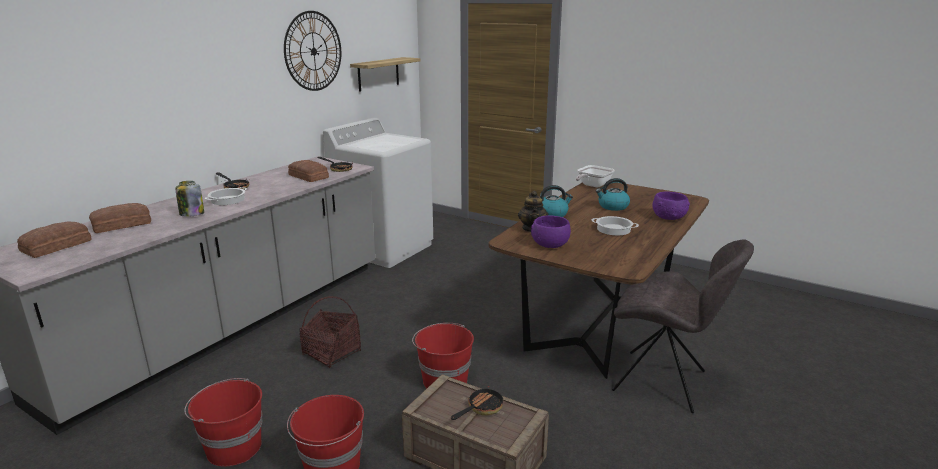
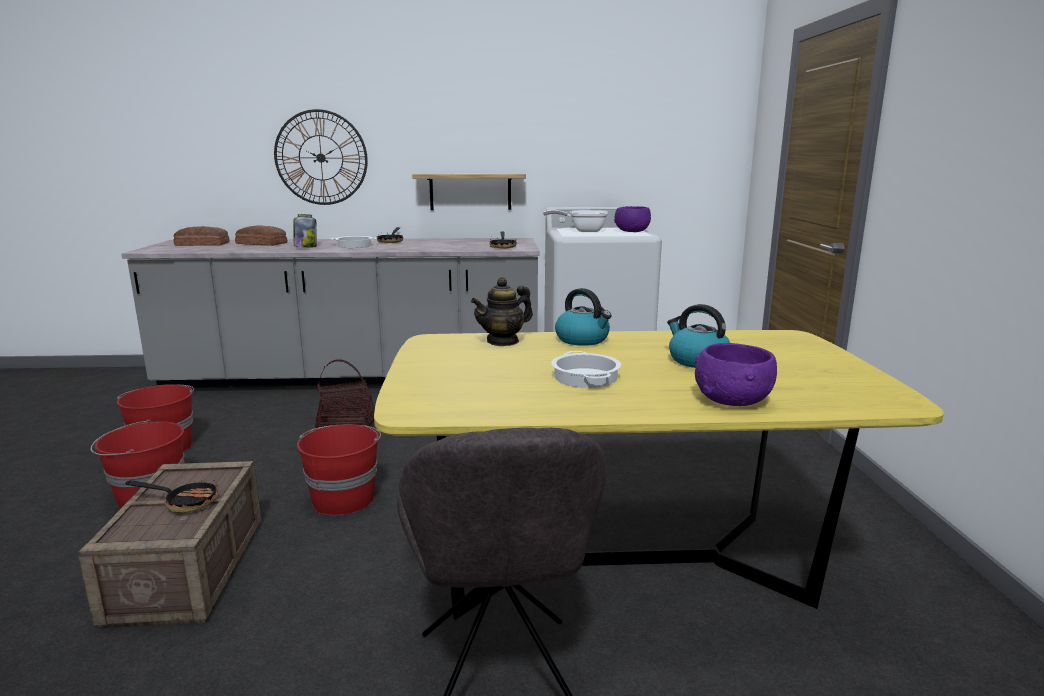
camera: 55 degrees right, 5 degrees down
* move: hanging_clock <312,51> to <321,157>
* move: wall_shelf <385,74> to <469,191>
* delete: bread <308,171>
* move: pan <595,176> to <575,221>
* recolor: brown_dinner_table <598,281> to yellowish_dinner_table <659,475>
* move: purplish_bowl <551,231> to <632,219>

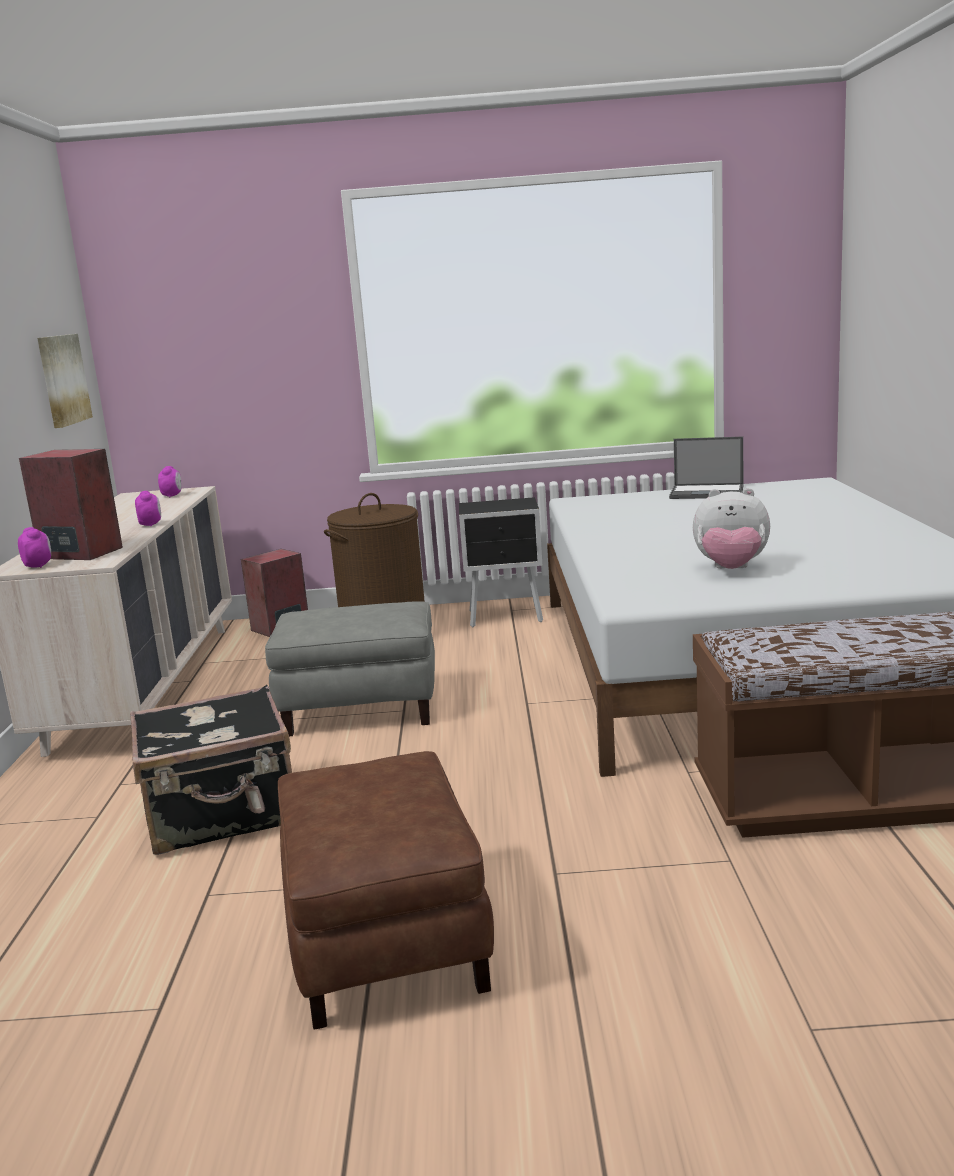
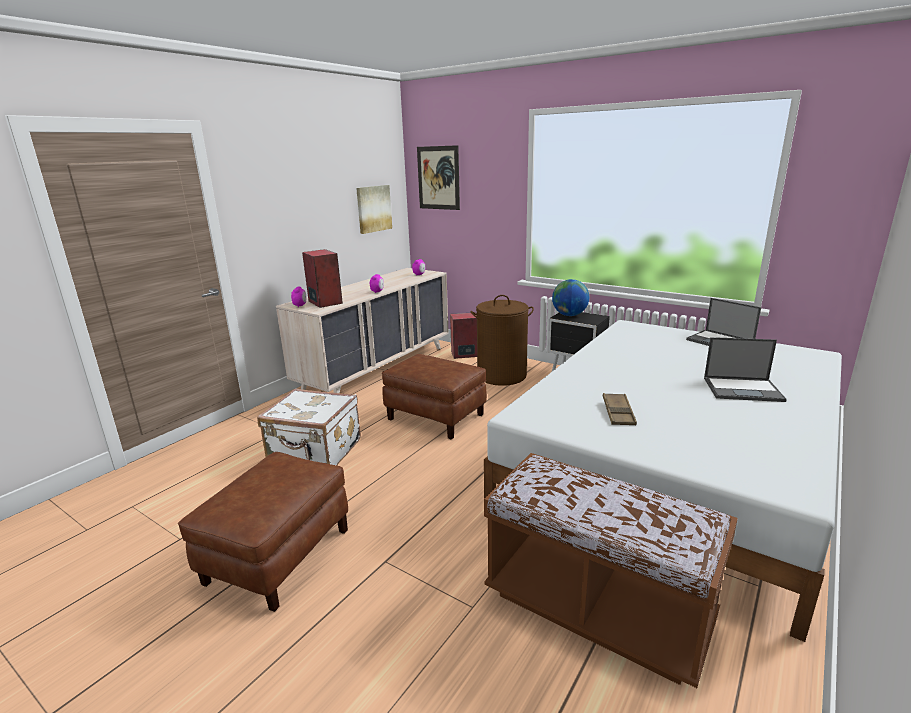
camera: 35 degrees right, 5 degrees up
* replace: cuddly_toy <731,528> to brown_carrying_tray <620,409>
* recolor: gray_footrest <350,668> to brown_footrest <434,397>
* recolor: black-coloured_piece_of_luggage <211,770> to white_piece_of_luggage <309,426>
* insert: picture <438,177>
* insert: world_globe <570,297>
* insert: laptop <745,369>

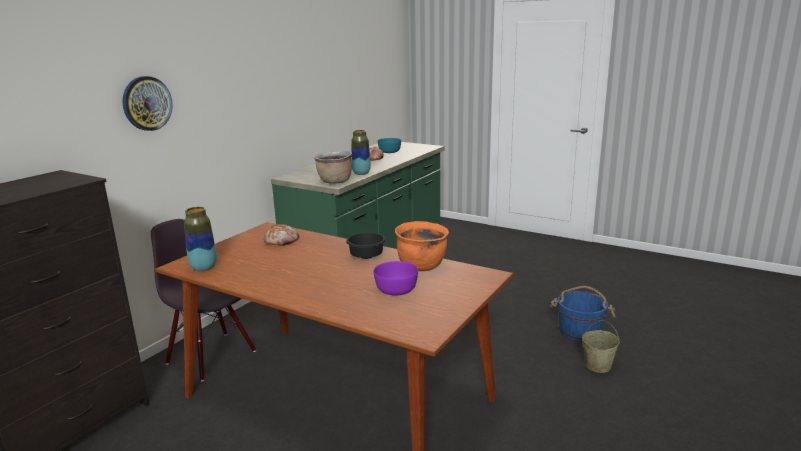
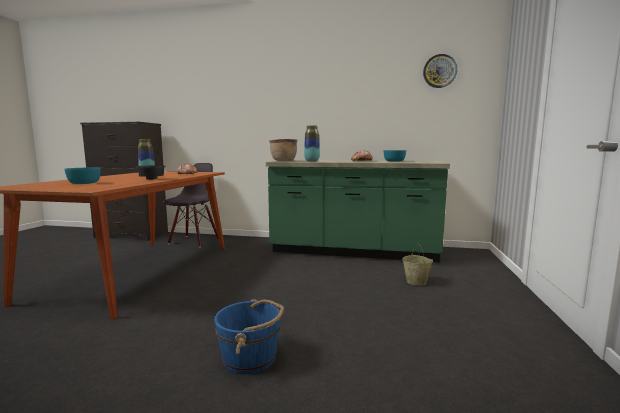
camera: 70 degrees right, 10 degrees down
* move: hanging_clock <147,103> to <440,71>
* delete: orange-coloured_stockpot <422,246>
* recolor: purplish_bowl <396,278> to turquoise-coloured_bowl <82,175>
* move: beige-coloured_water_bucket <601,346> to <417,264>

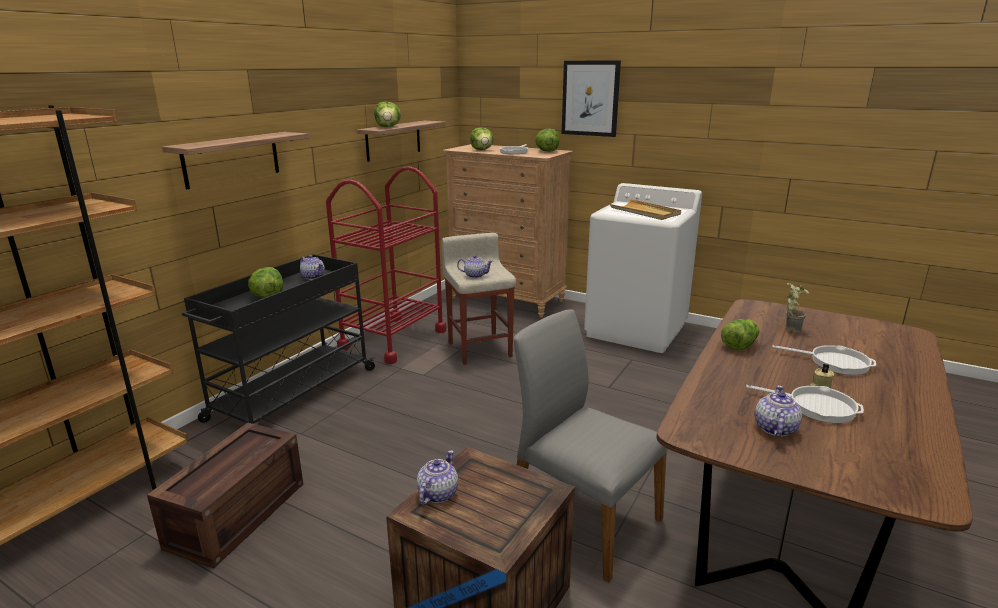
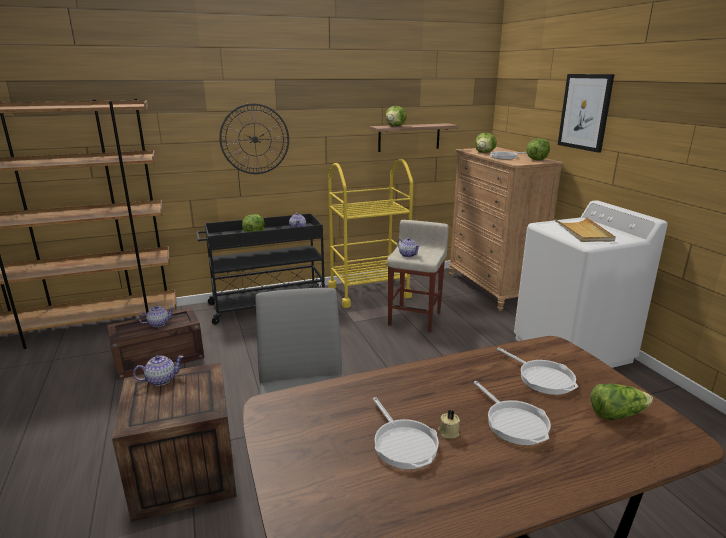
camera: 40 degrees right, 0 degrees up
* replace: wall_shelf <235,160> to hanging_clock <254,138>
* recolor: red-coloured_trolley <386,265> to yellowish_trolley <370,233>
* replace: houseplant <797,308> to pan <537,371>
* move: lettuce_head <740,335> to <621,402>
* move: teapot <778,411> to <156,316>

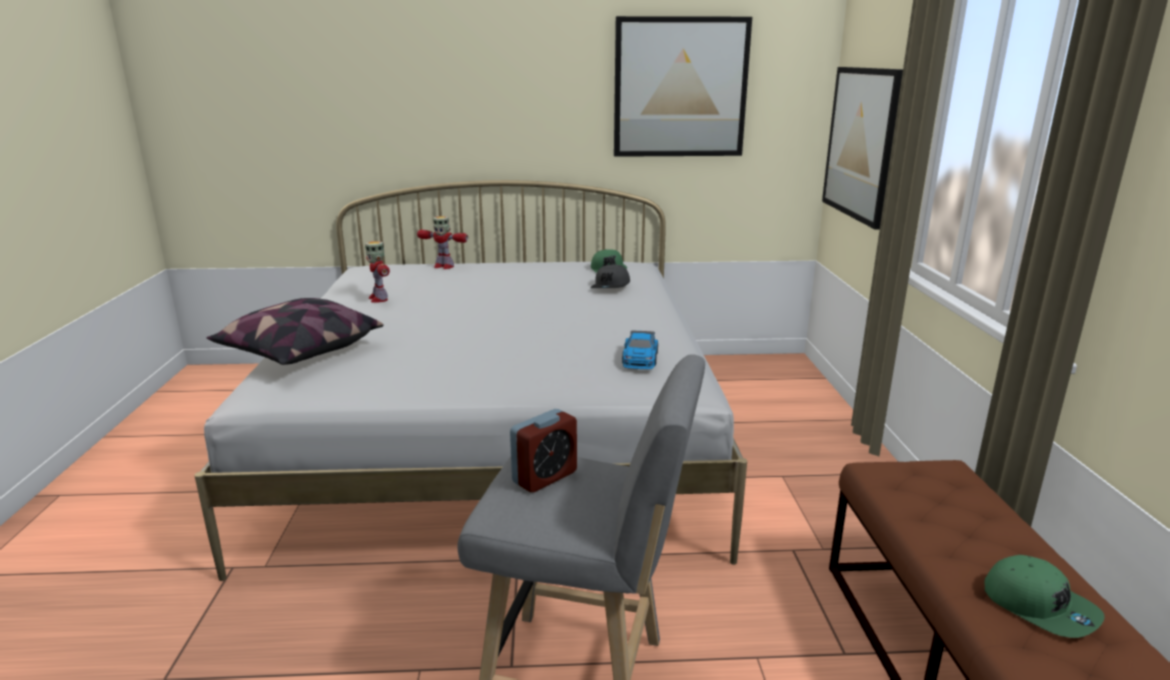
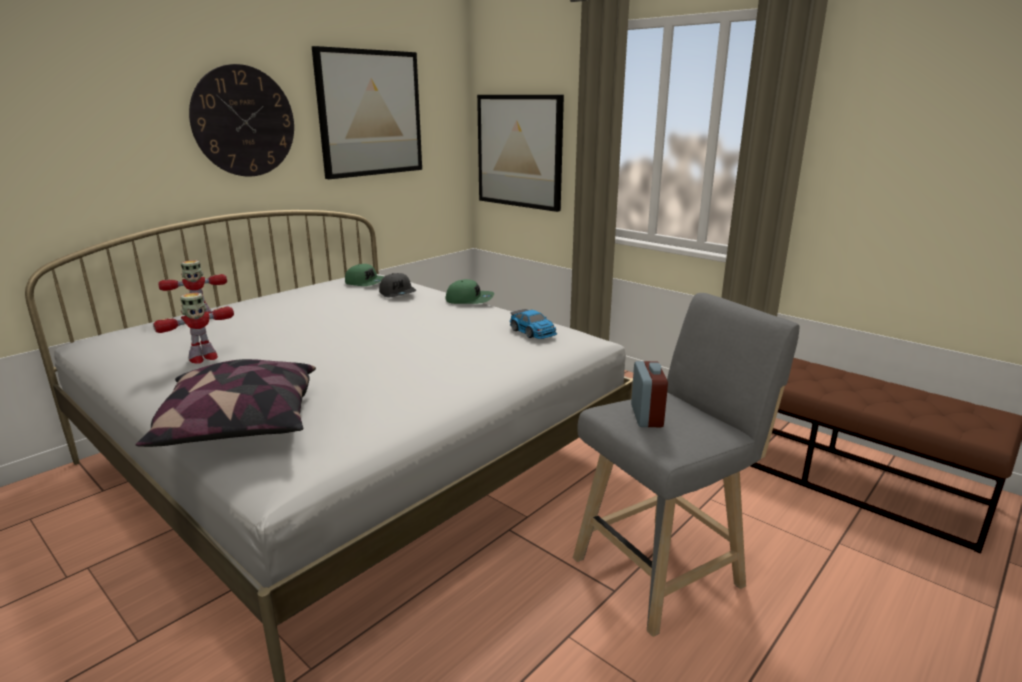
camera: 45 degrees left, 0 degrees up
* rotate: toy_robot <377,272> = <193,328> 60 degrees counterclockwise
* move: greenish_baseball_cap <1044,596> to <469,291>
* insert: hanging_clock <241,120>

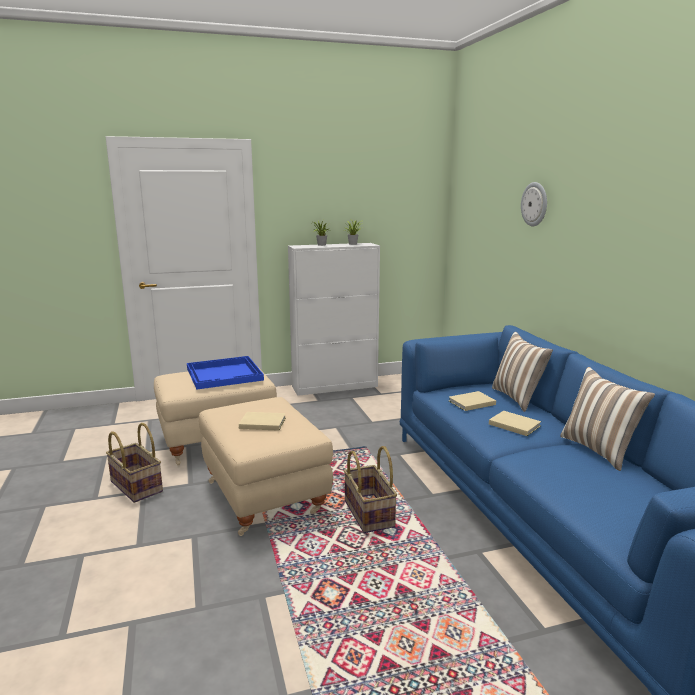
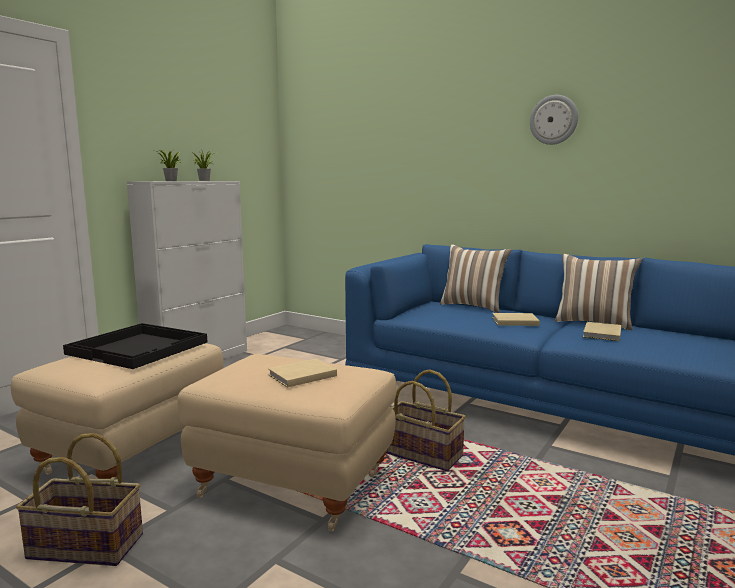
camera: 40 degrees left, 5 degrees down
* move: hanging_clock <534,204> to <554,120>
* recolor: blue_carrying_tray <225,373> to black-coloured_carrying_tray <135,346>
* move: beige-coloured_book <472,401> to <602,331>

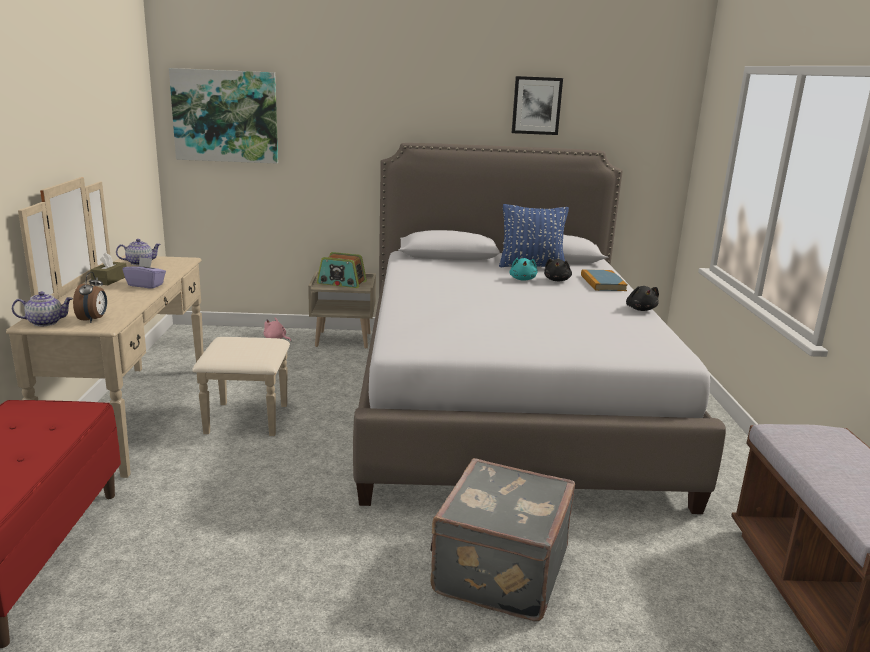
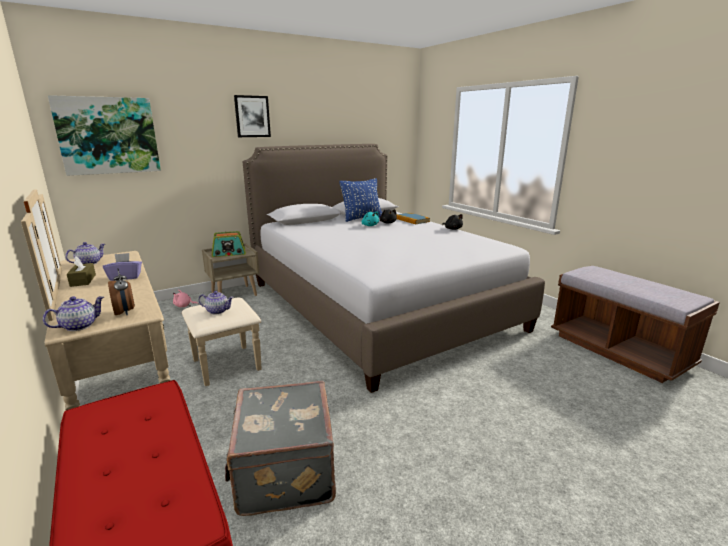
camera: 30 degrees left, 0 degrees up
* move: picture <537,105> to <252,116>
* move: gray_piece_of_luggage <502,539> to <280,448>
* insert: teapot <216,303>

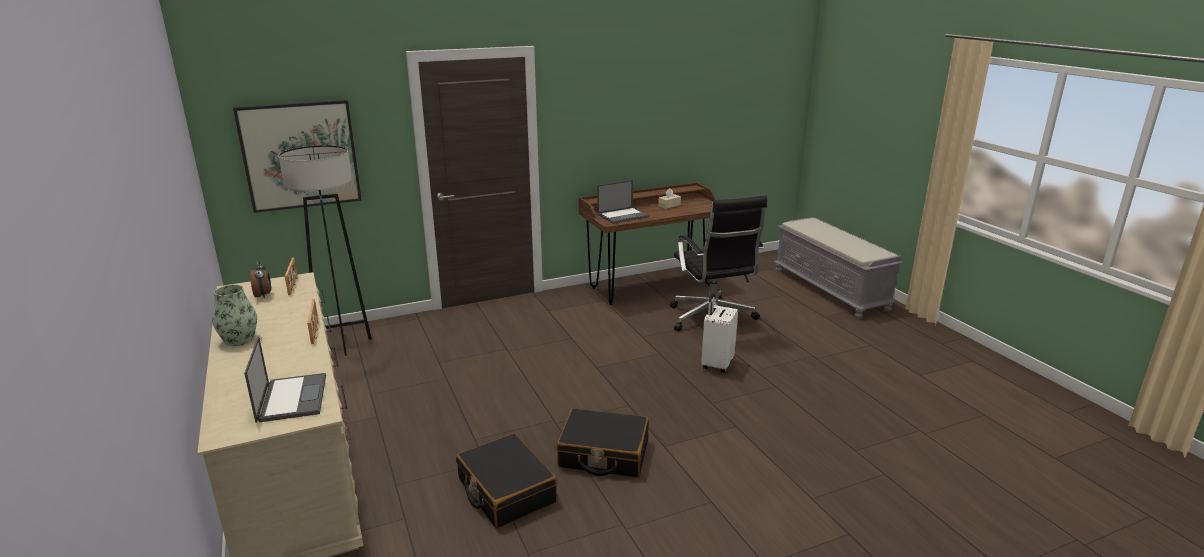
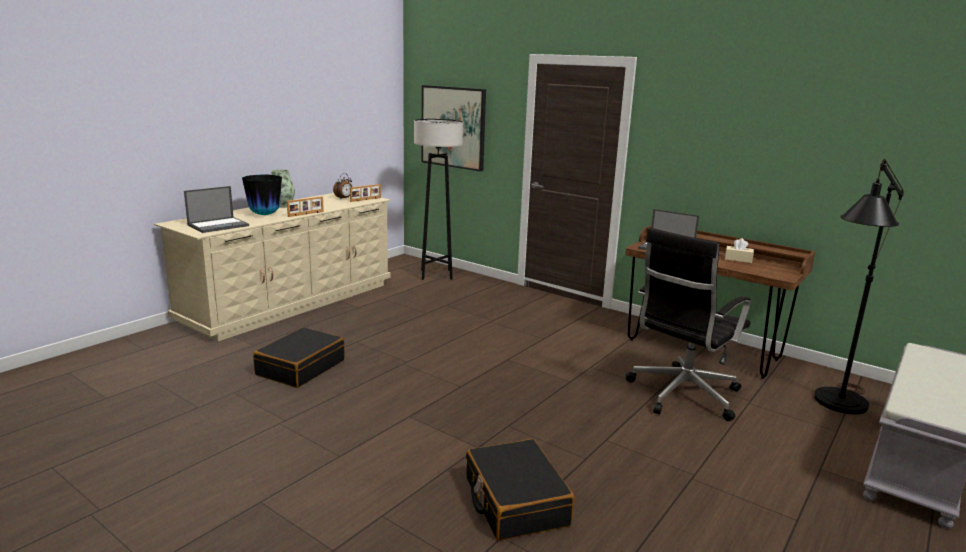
camera: 60 degrees right, 5 degrees down
* delete: white_piece_of_luggage <719,333>
* move: black-coloured_piece_of_luggage <602,443> to <520,490>
* insert: black-coloured_floor_lamp <859,286>
* insert: vase <262,195>

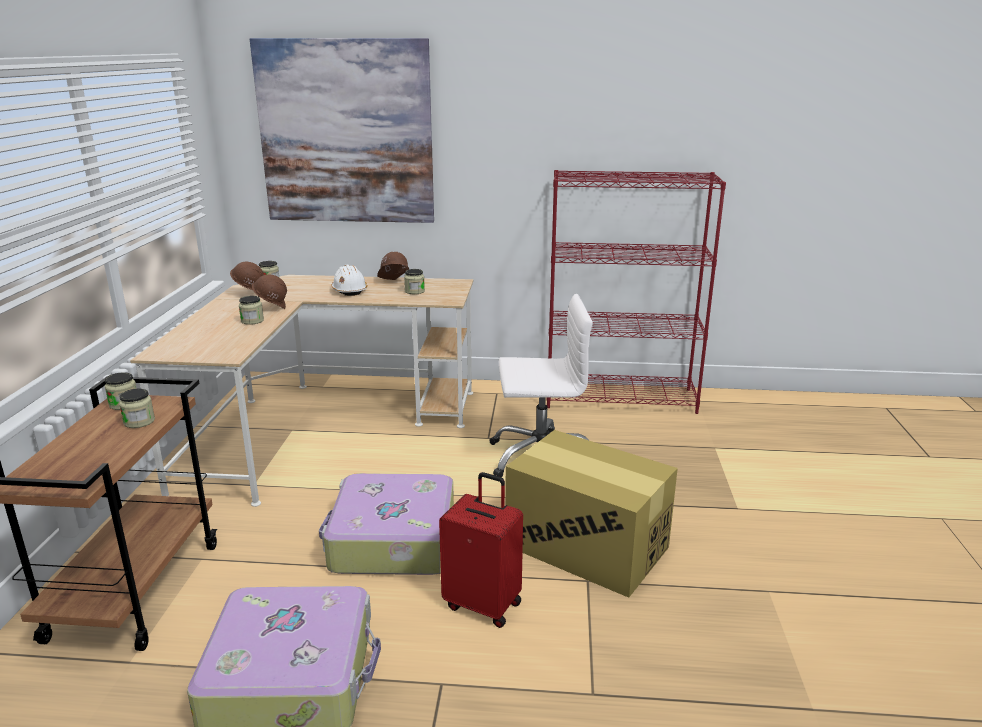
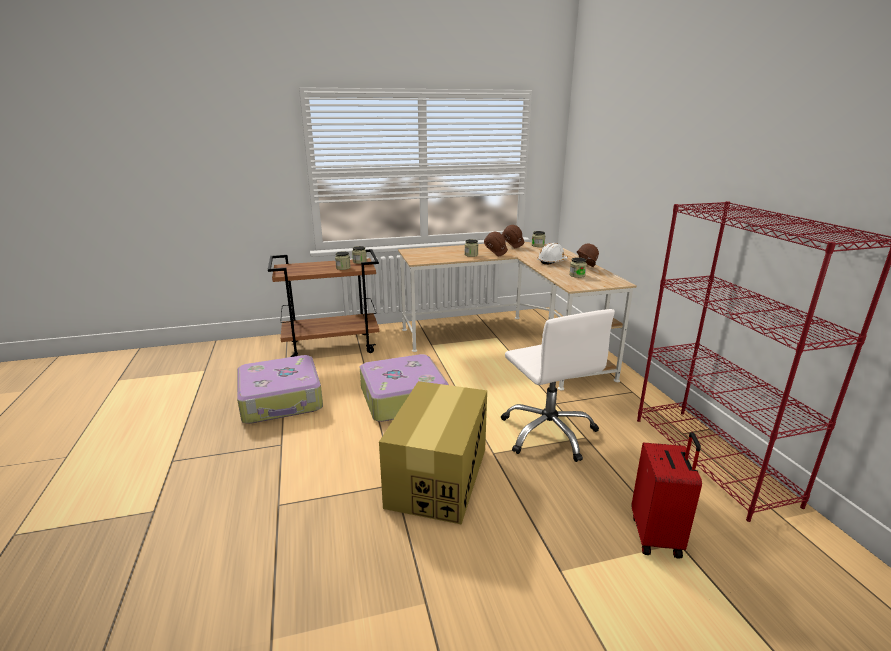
camera: 70 degrees right, 0 degrees up
* delete: picture <342,130>
* move: red-coloured_piece_of_luggage <481,550> to <667,495>

